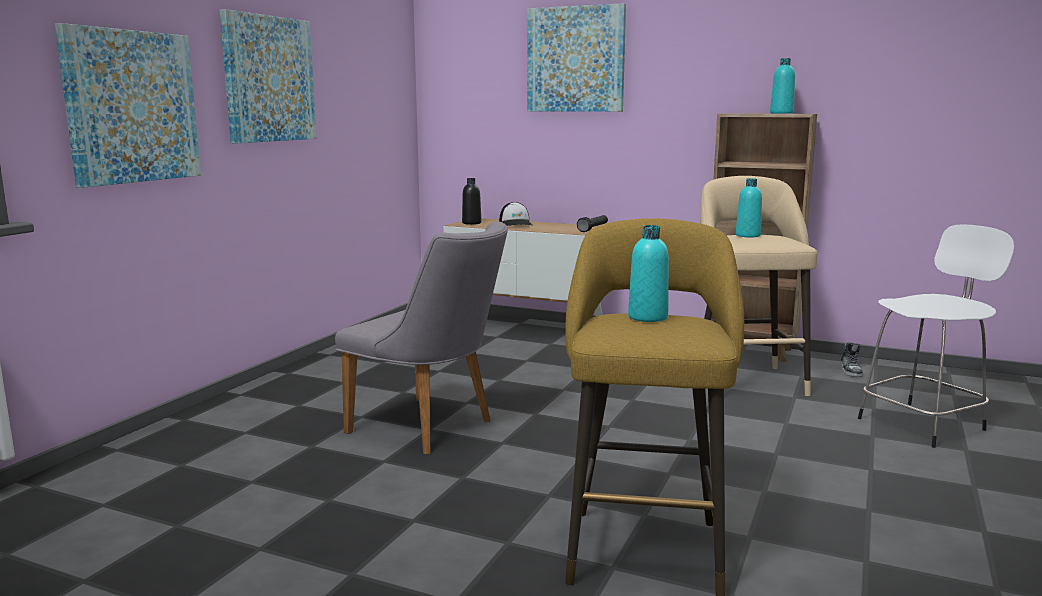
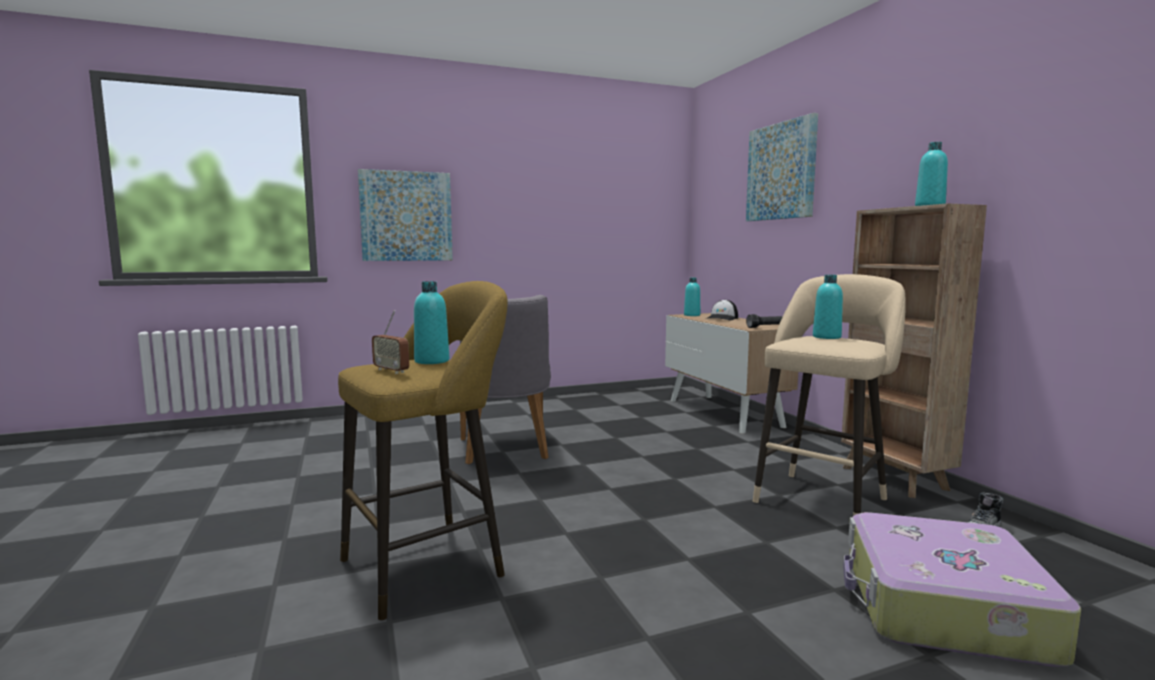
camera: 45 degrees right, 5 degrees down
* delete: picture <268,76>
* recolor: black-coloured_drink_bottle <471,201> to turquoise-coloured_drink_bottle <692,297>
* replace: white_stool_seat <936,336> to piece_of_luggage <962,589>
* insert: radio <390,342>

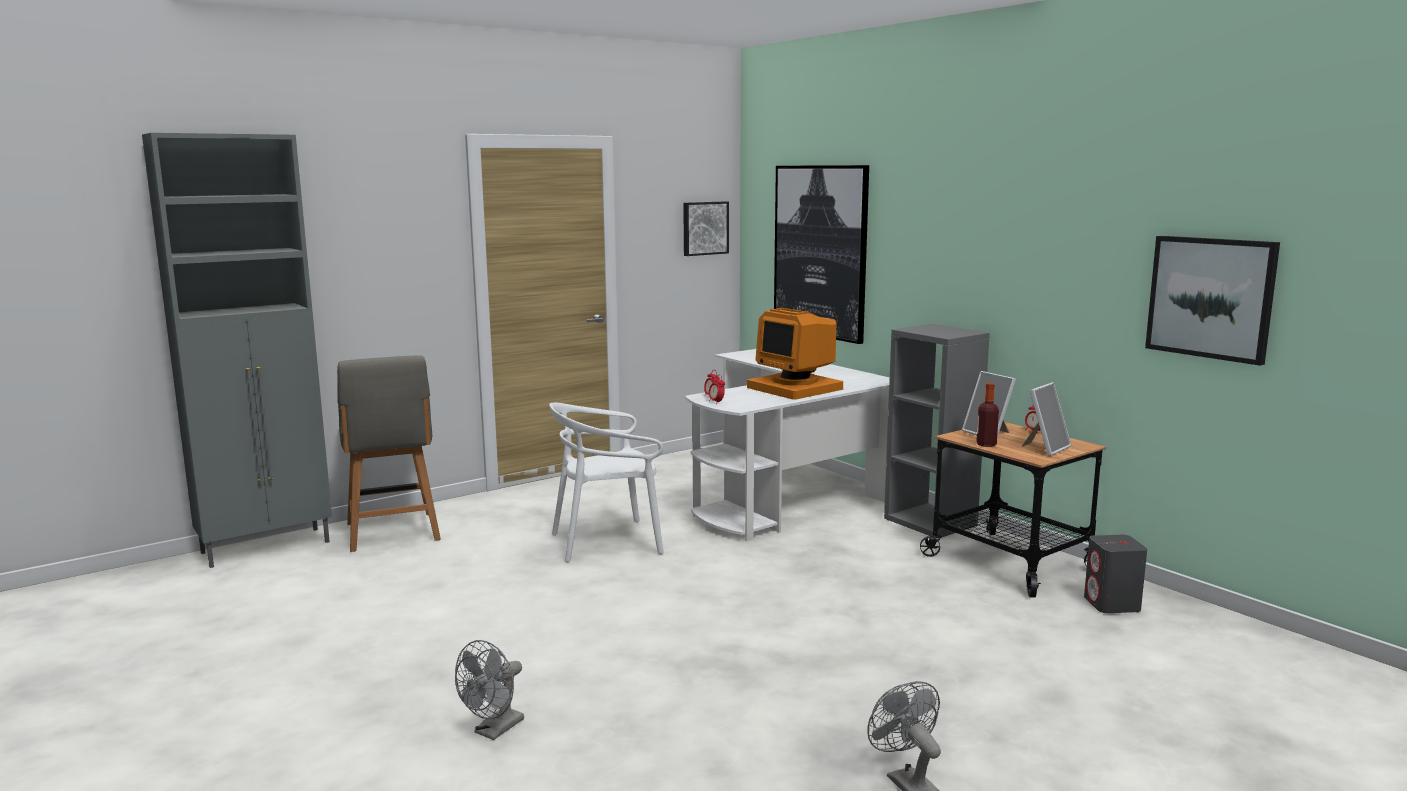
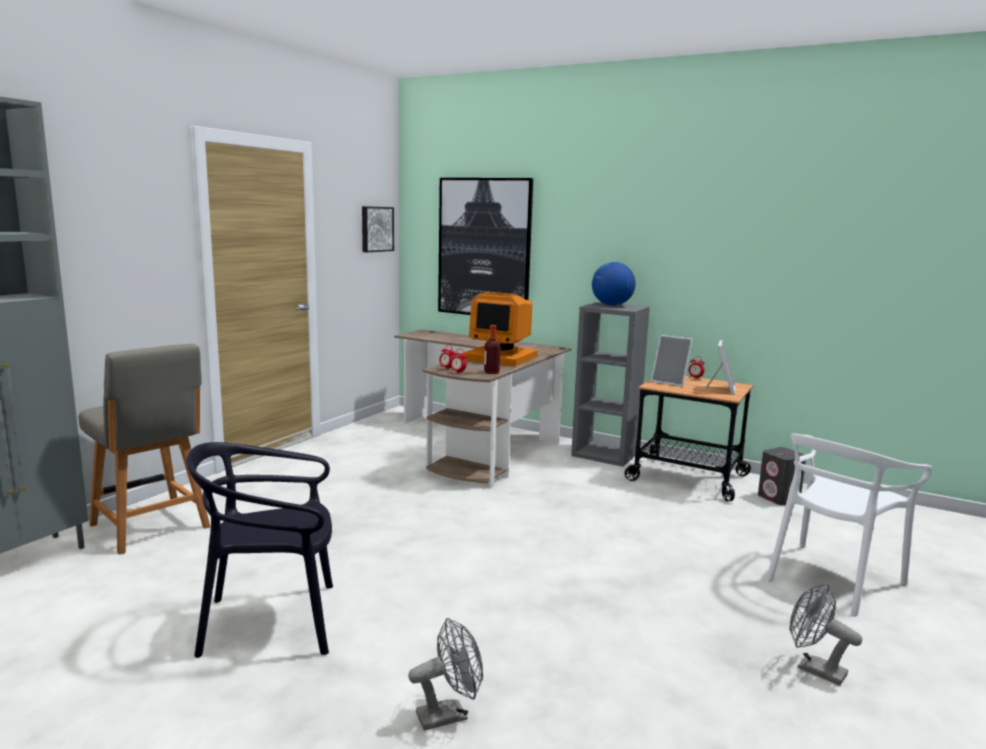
camera: 25 degrees left, 0 degrees up
* delete: picture <1212,301>
* recolor: white_desk <787,445> to brown_desk <483,408>
* move: drink_bottle <987,415> to <492,349>
* move: white_plain_chair <606,482> to <849,524>
* rotate: gray_fan <489,690> = <445,674> 120 degrees counterclockwise
* insert: world_globe <614,284>
* insert: black-coloured_plain_chair <259,550>

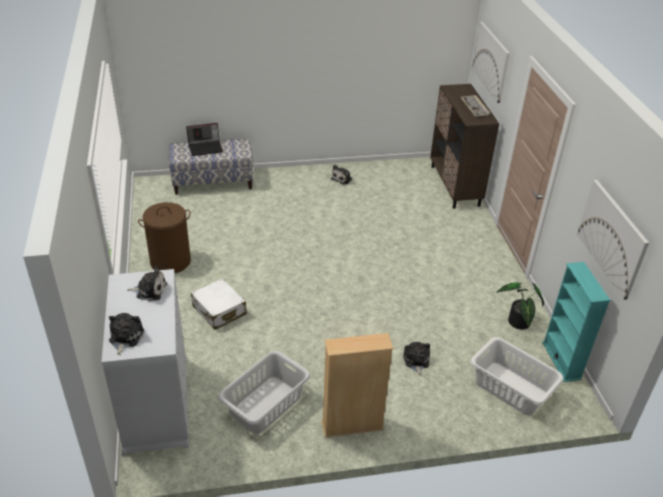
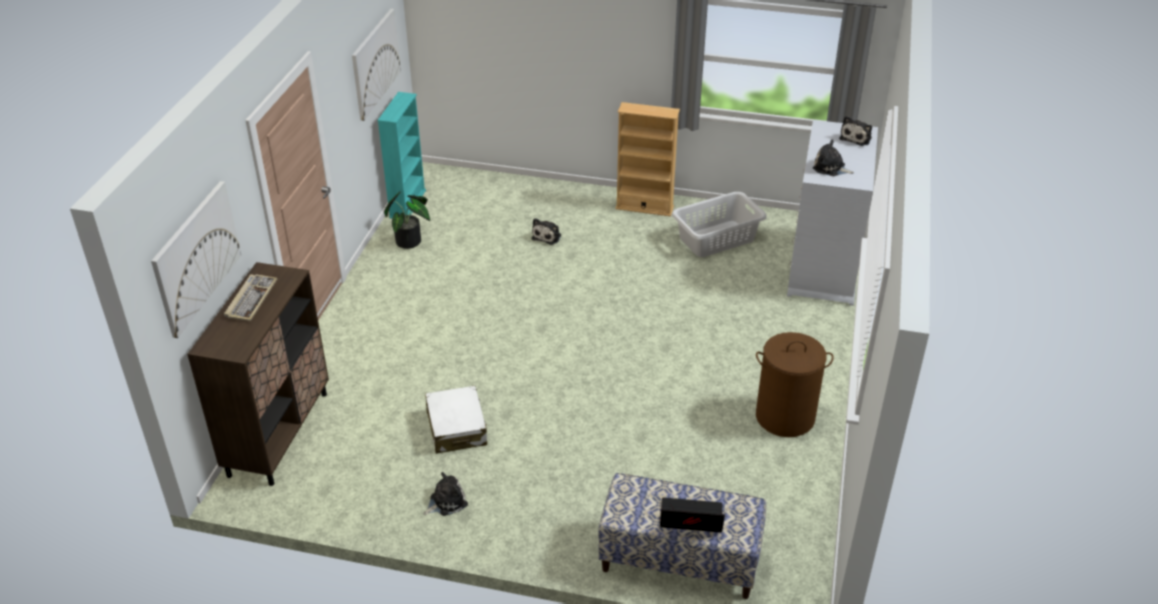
camera: 155 degrees left, 0 degrees up
* move: white_piece_of_luggage <219,304> to <456,420>
* delete: white_laundry_basket <516,376>

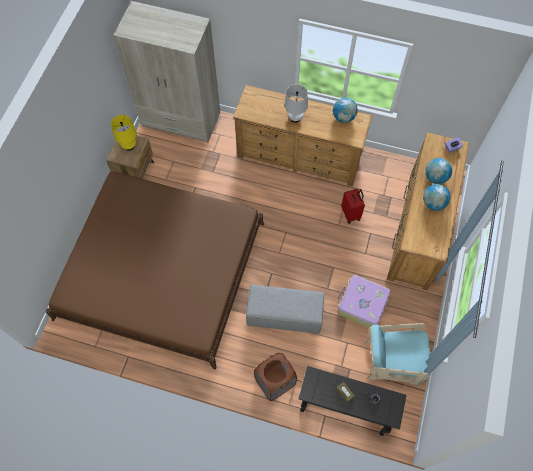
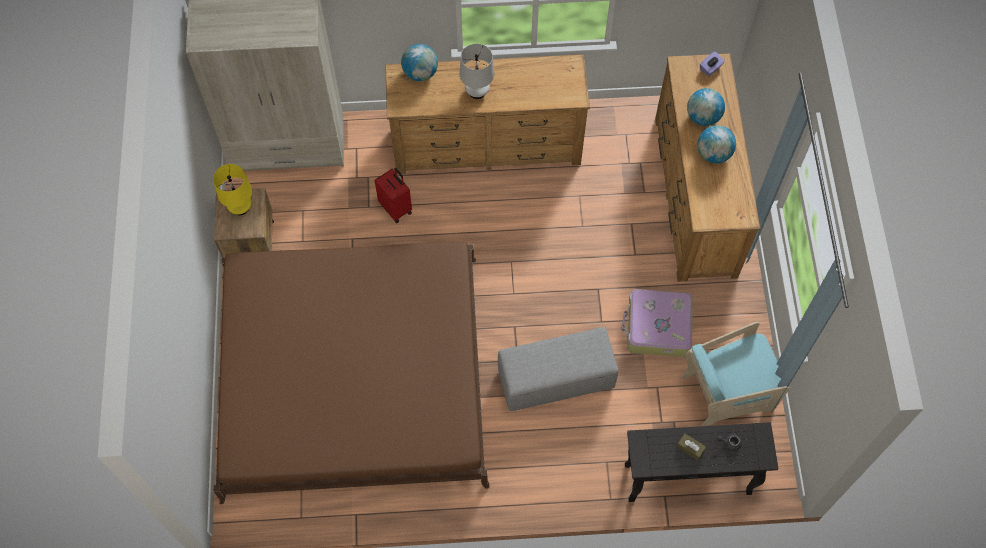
camera: 20 degrees left, 0 degrees up
* move: world_globe <345,110> to <419,62>
* move: red-coloured_piece_of_luggage <353,206> to <393,195>
* delete: brown_laundry_basket <275,377>

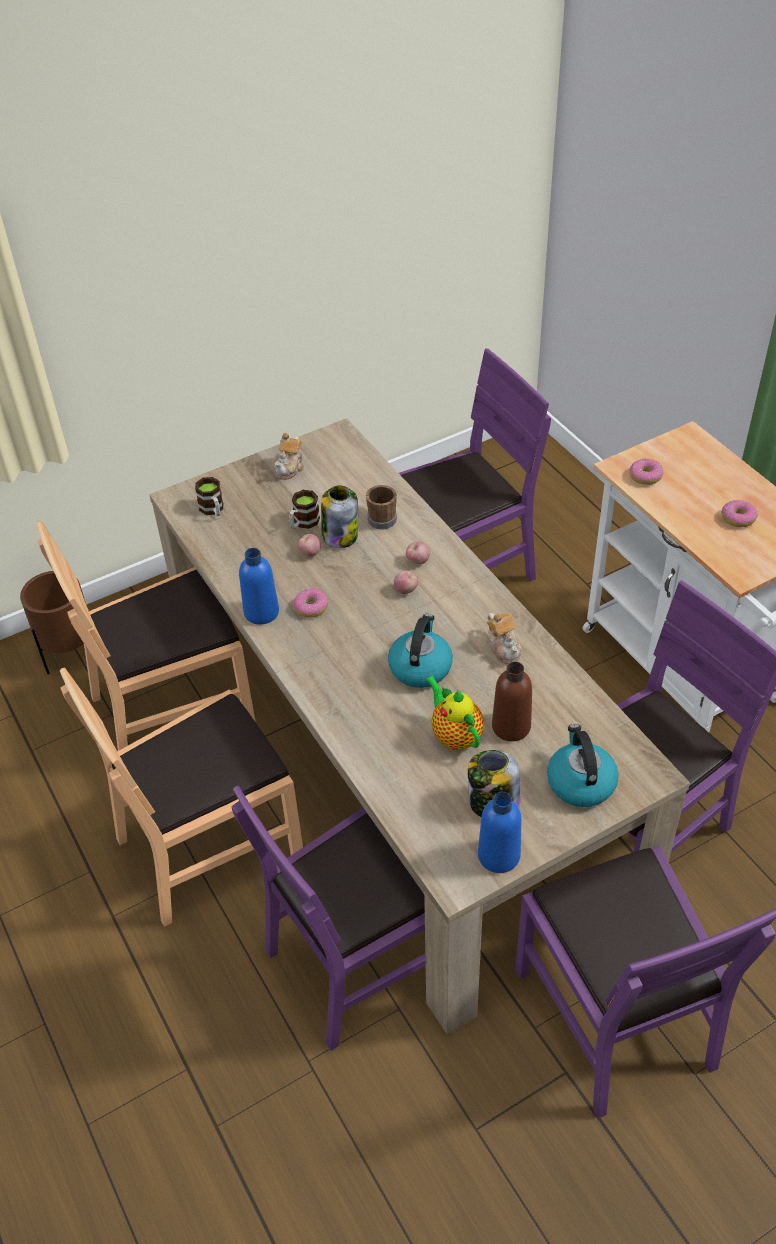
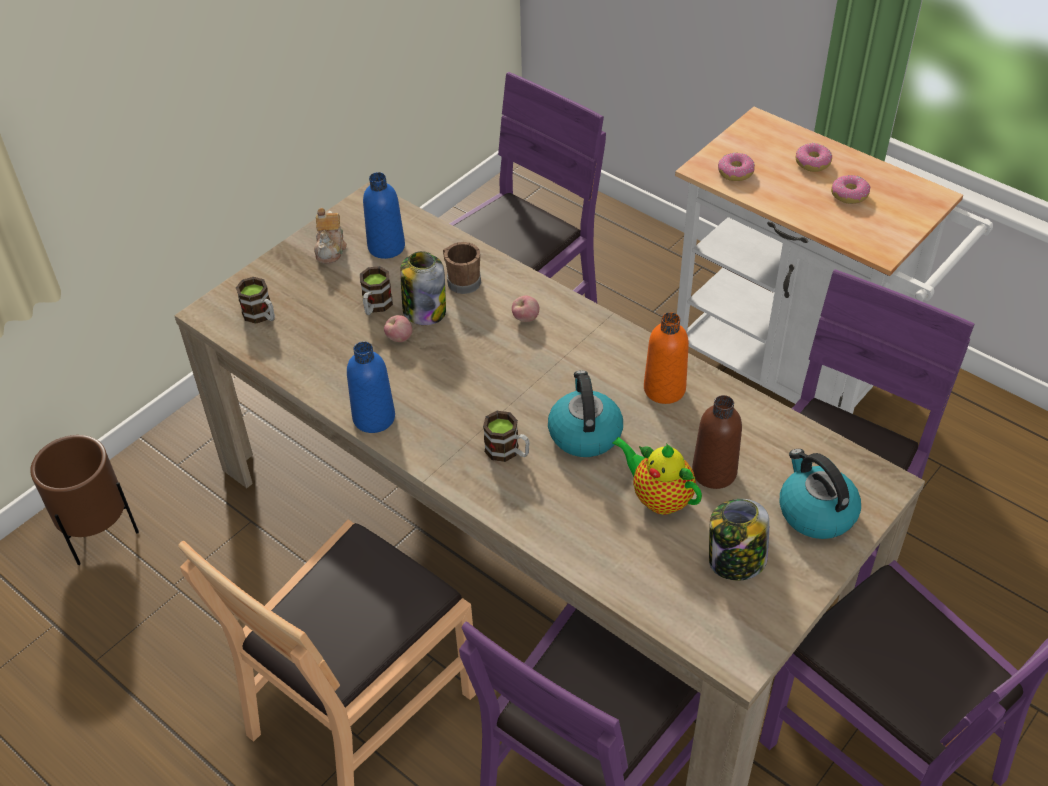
camera: 20 degrees left, 0 degrees up
* delete: brown_plain_chair <146,636>
* delete: apple <406,582>
* move: donut <311,603> to <814,157>
* replace: teapot <504,638> to orange-coloured_drink_bottle <666,358>
* move: blue_drink_bottle <499,832> to <384,215>
* insert: tea_mug <506,436>

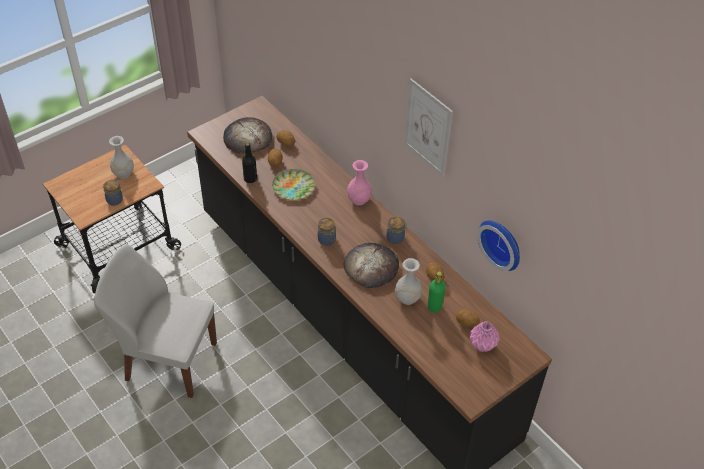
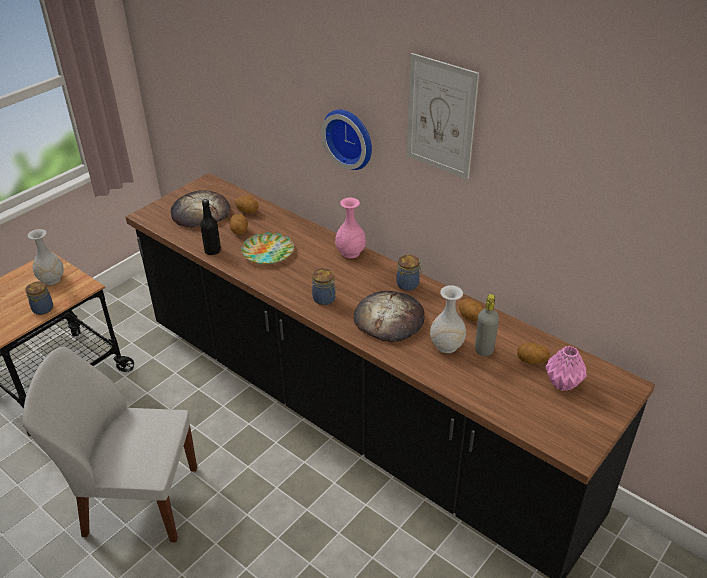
camera: 10 degrees left, 10 degrees down
* move: hanging_clock <498,245> to <346,140>
* recolor: greenish_drink_bottle <436,292> to gray_drink_bottle <487,325>

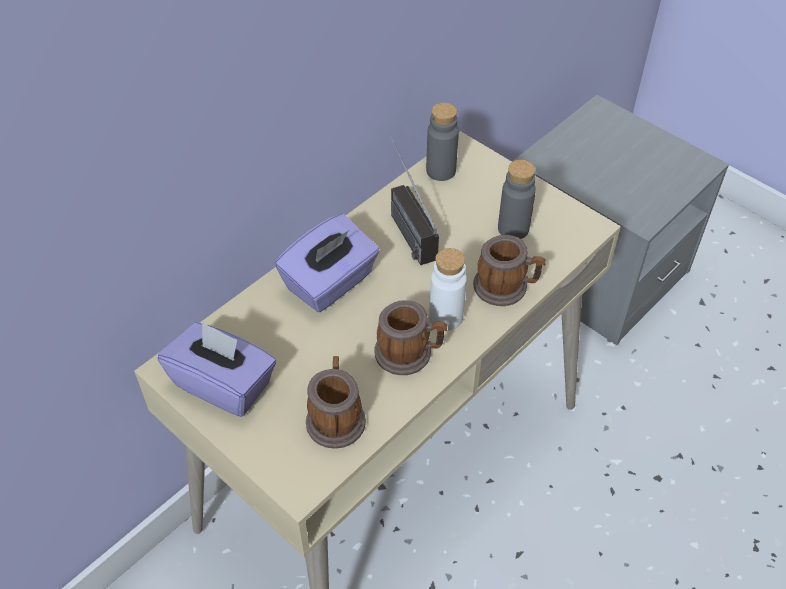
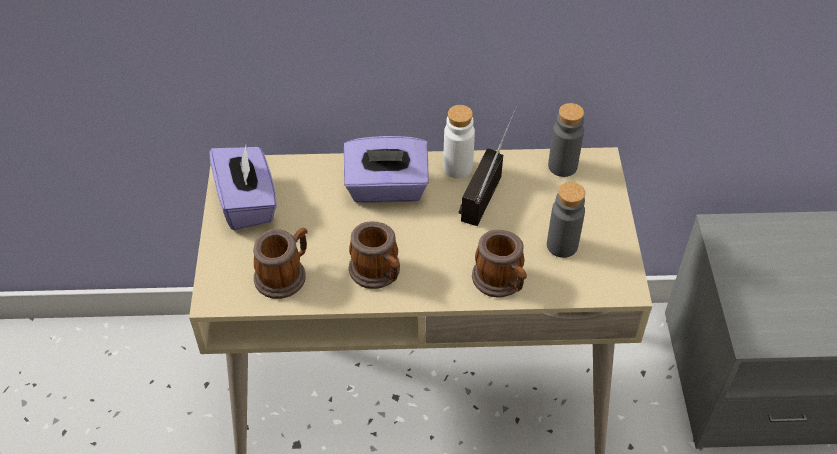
camera: 45 degrees right, 0 degrees up
* move: white_drink_bottle <448,289> to <459,142>

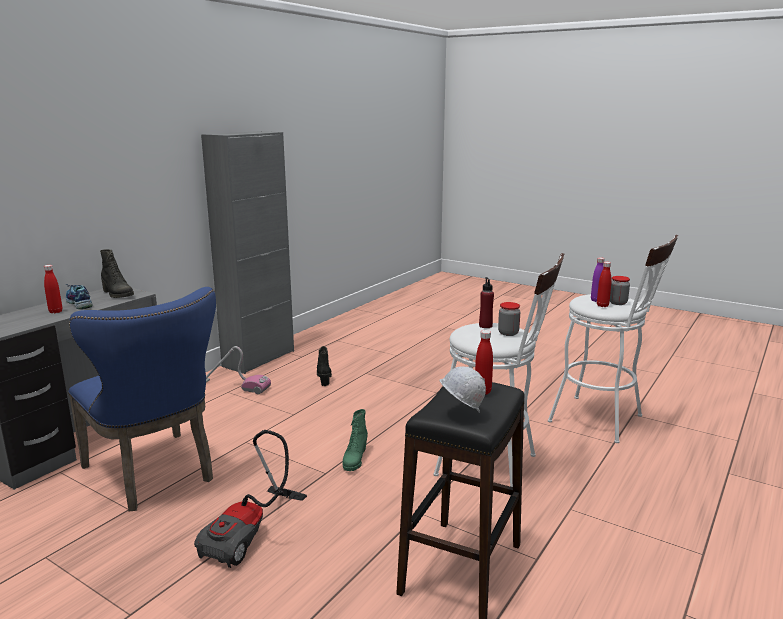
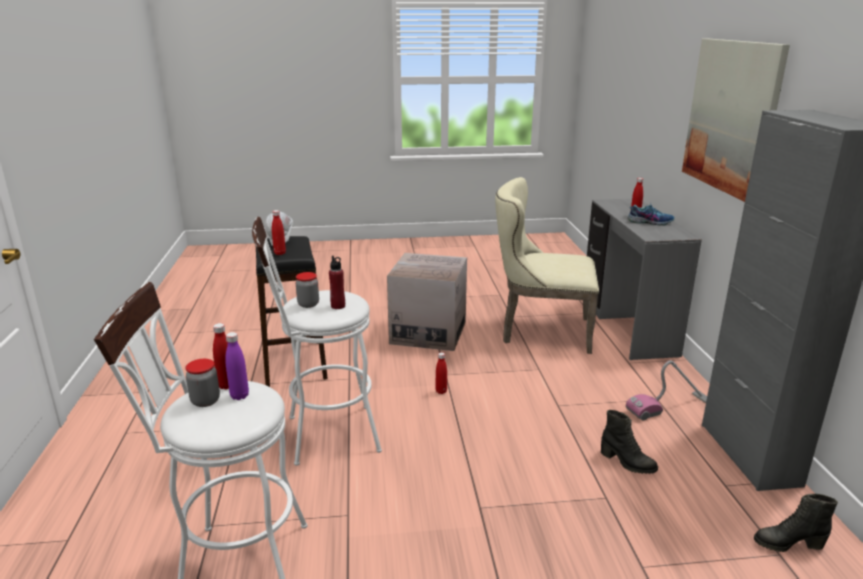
camera: 140 degrees right, 5 degrees up
* move: black-coloured_boot <117,273> to <796,523>
* recolor: blue_plain_chair <142,399> to beige-coloured_plain_chair <547,265>
* replace: greenish_boot <355,440> to red-coloured_drink_bottle <441,373>
* replace: hoover <250,499> to packing_box <427,302>
* insert: picture <736,120>

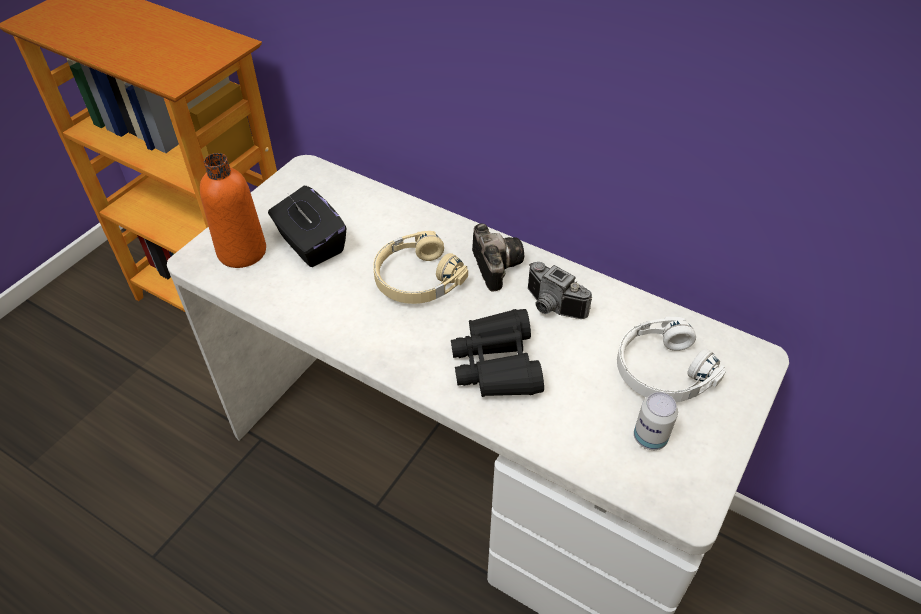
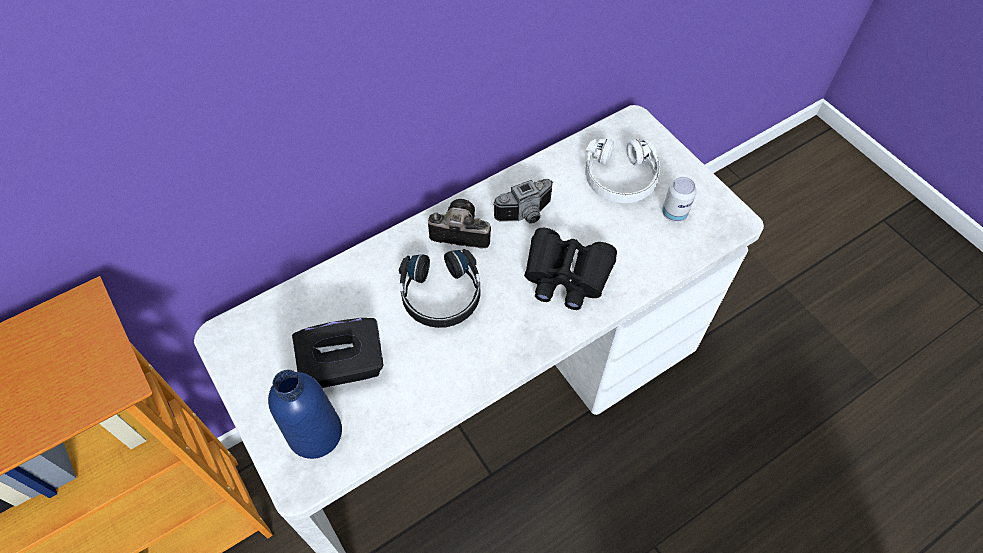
camera: 65 degrees left, 10 degrees up
* recolor: orange-coloured_drink_bottle <233,210> to blue_drink_bottle <305,414>
* recolor: beige-coloured_pair_of_headphones <420,267> to black-coloured_pair_of_headphones <440,288>

